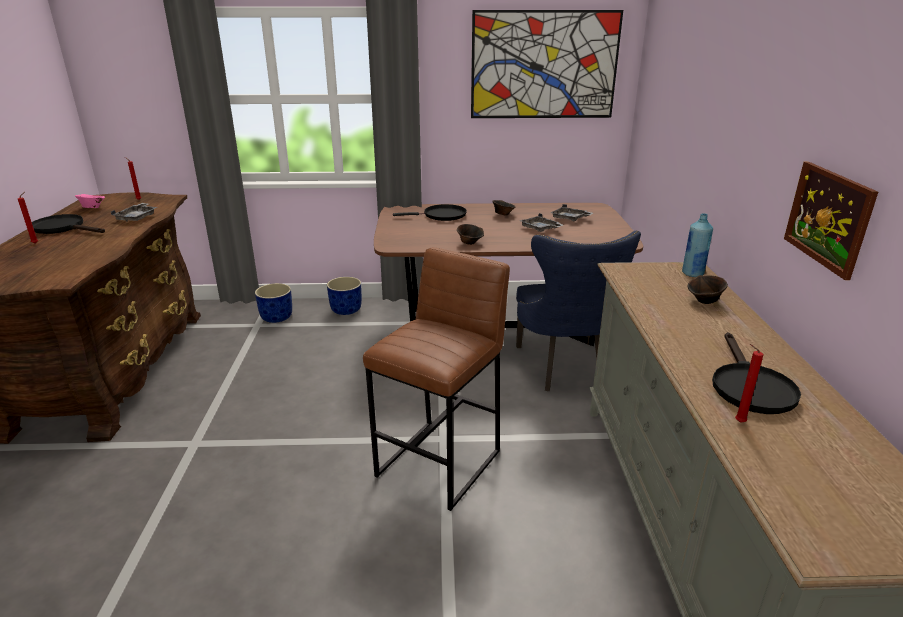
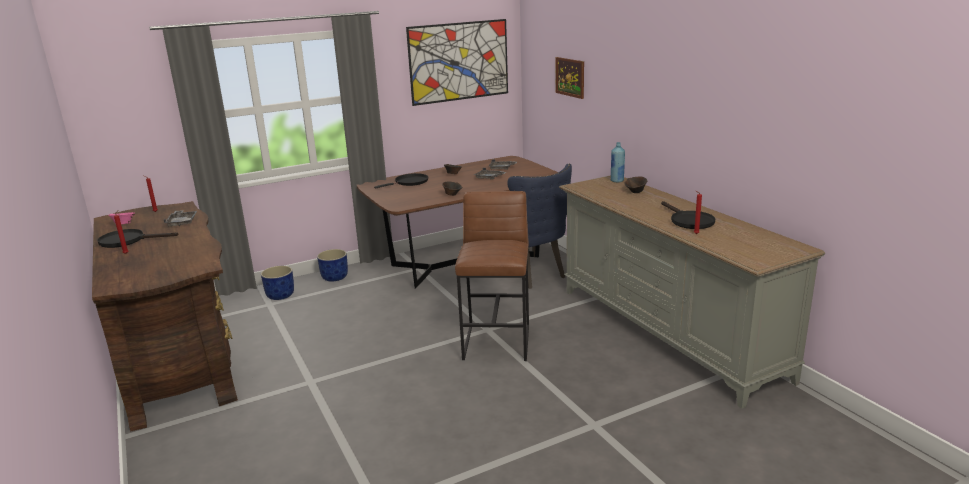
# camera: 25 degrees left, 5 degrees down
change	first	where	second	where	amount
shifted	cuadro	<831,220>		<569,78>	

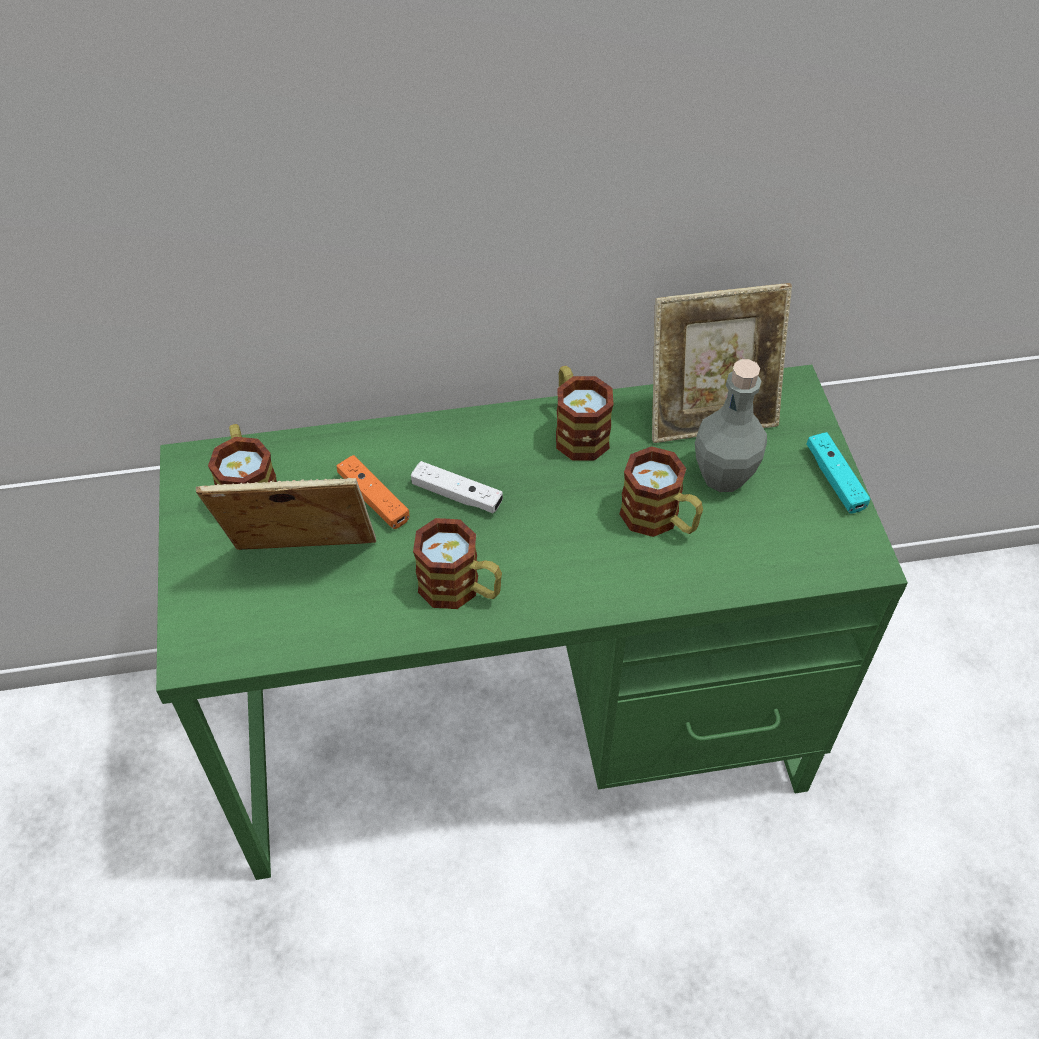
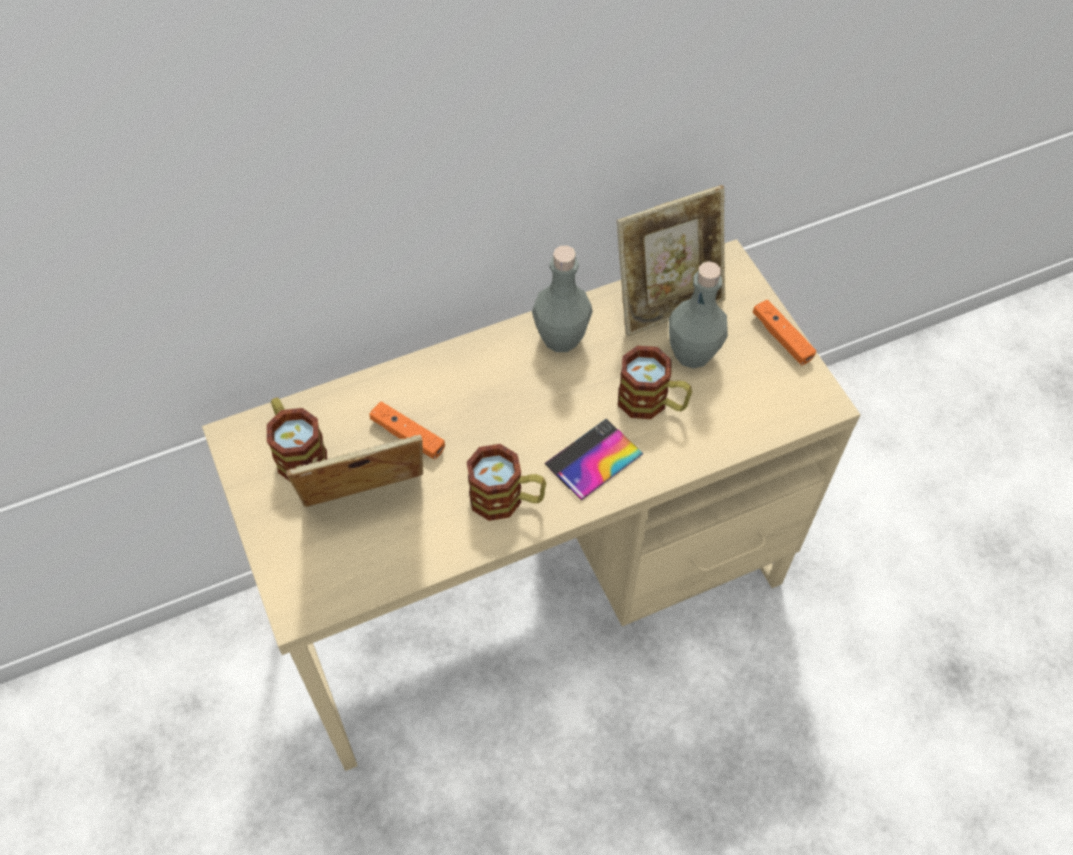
# camera: 15 degrees left, 5 degrees up
change	first	where	second	where	amount
gone	mando de consola/blanco	<457,487>			
new			móvil	<593,459>	
swapped	taza grande	<585,413>	botella/gris	<562,299>	
repainted	escritorio/verde	<532,622>	escritorio/beis	<531,505>	
repainted	mando de consola/turquesa	<838,473>	mando de consola/naranja	<784,332>	

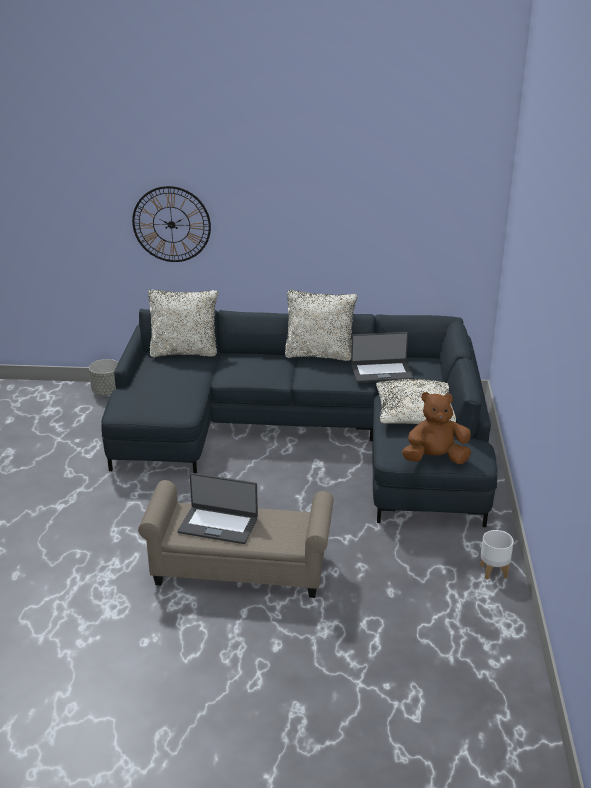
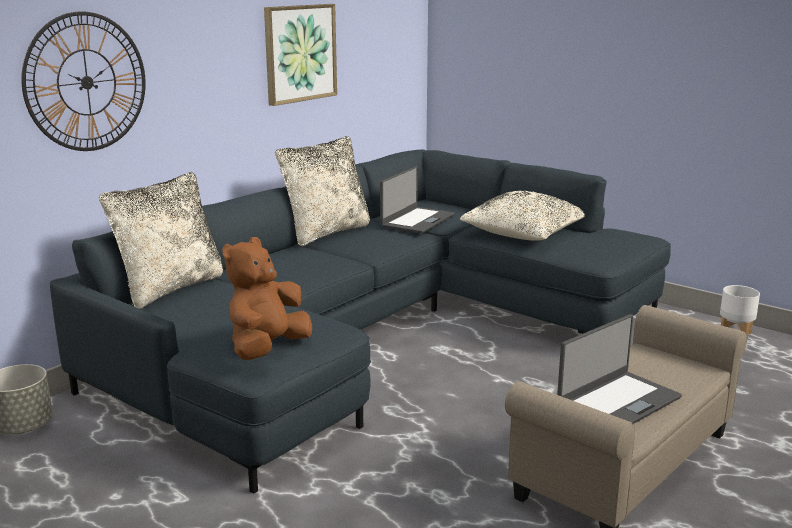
# camera: 55 degrees left, 10 degrees down
change	first	where	second	where	amount
new			cuadro	<300,55>	
shifted	peluche/marrón	<436,428>		<267,298>	

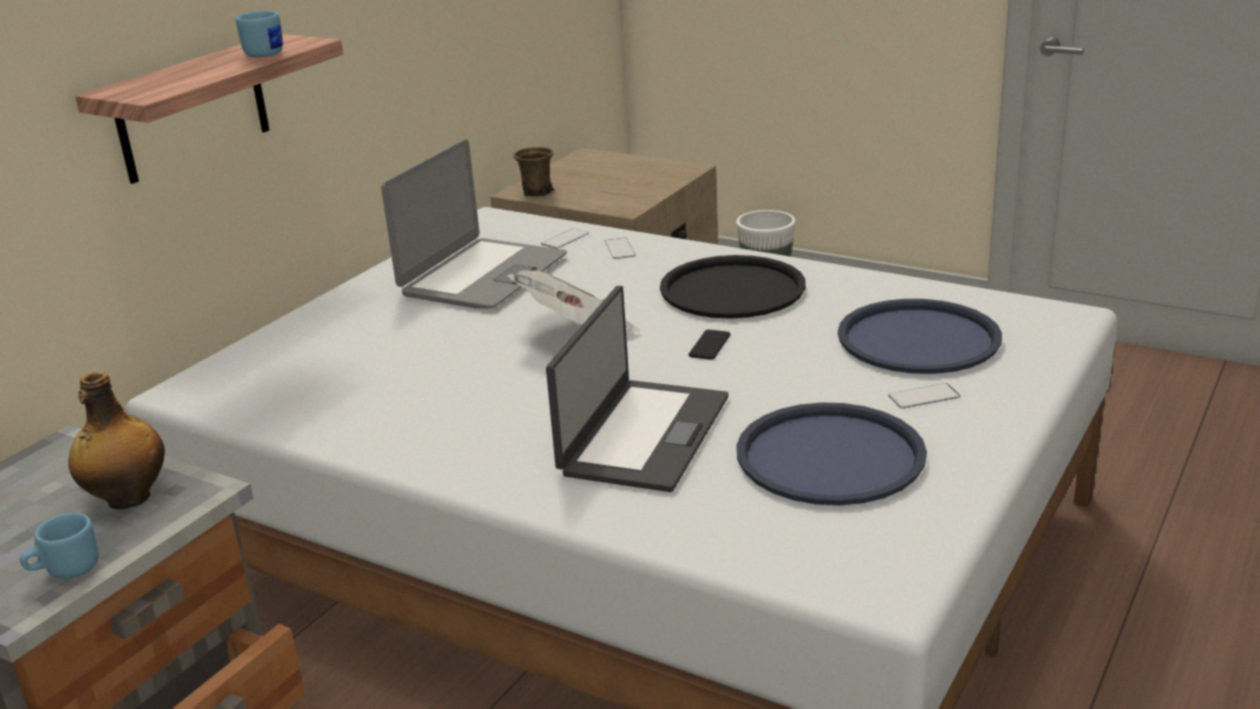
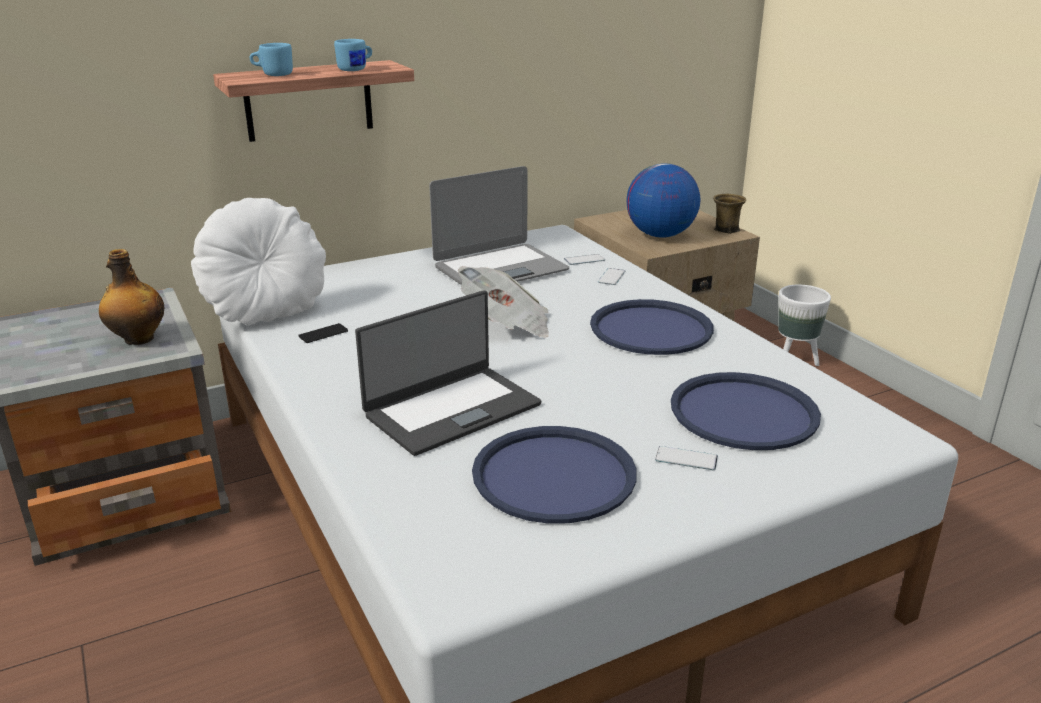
# camera: 30 degrees right, 0 degrees up
change	first	where	second	where	amount
new			cojín/blanco	<258,261>	
new			globo terráqueo	<663,200>	
shifted	taza grande/azul	<59,546>		<271,59>	
shifted	taza grande/marrón	<533,171>		<729,214>	
shifted	móvil	<709,345>		<323,333>	
repainted	bandeja/negro	<733,287>	bandeja/azul	<652,327>	

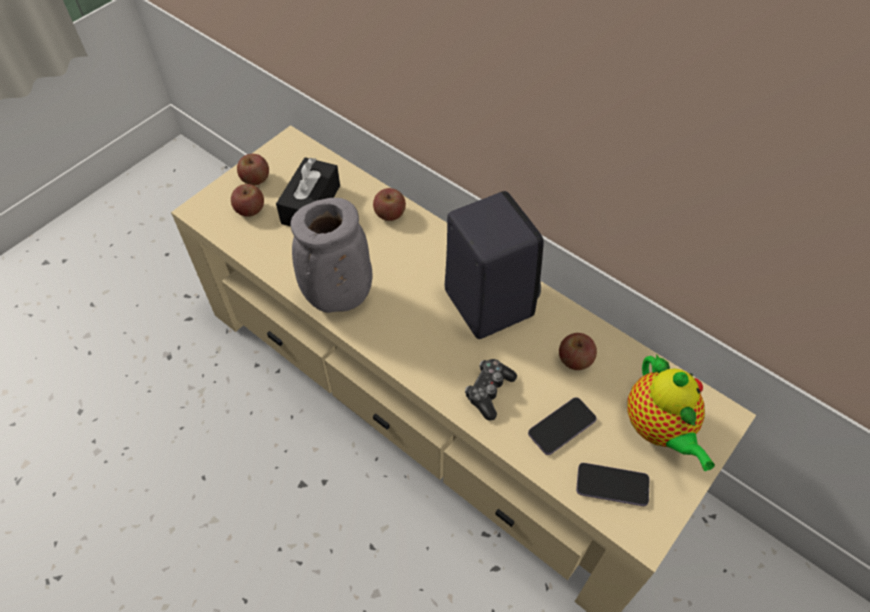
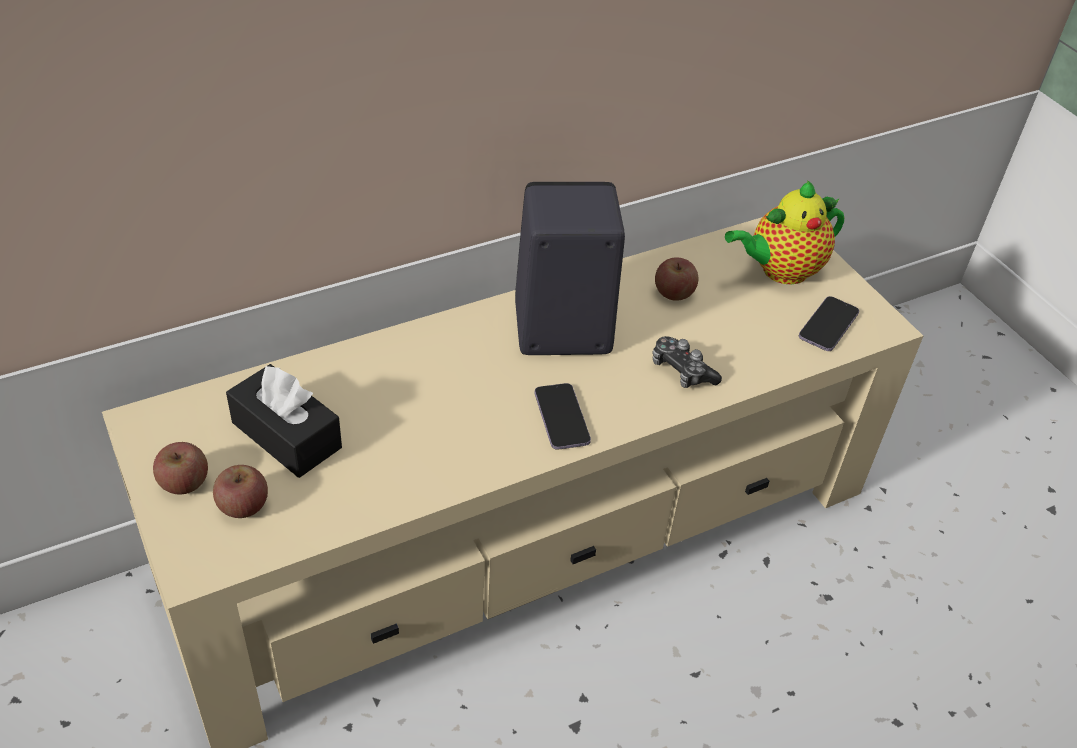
# camera: 70 degrees left, 10 degrees down
change	first	where	second	where	amount
gone	florero/gris	<331,255>			
gone	manzana	<389,204>			
shifted	móvil	<562,426>		<563,416>	
rotated	tetera	<671,412>		<784,232>	150 degrees clockwise

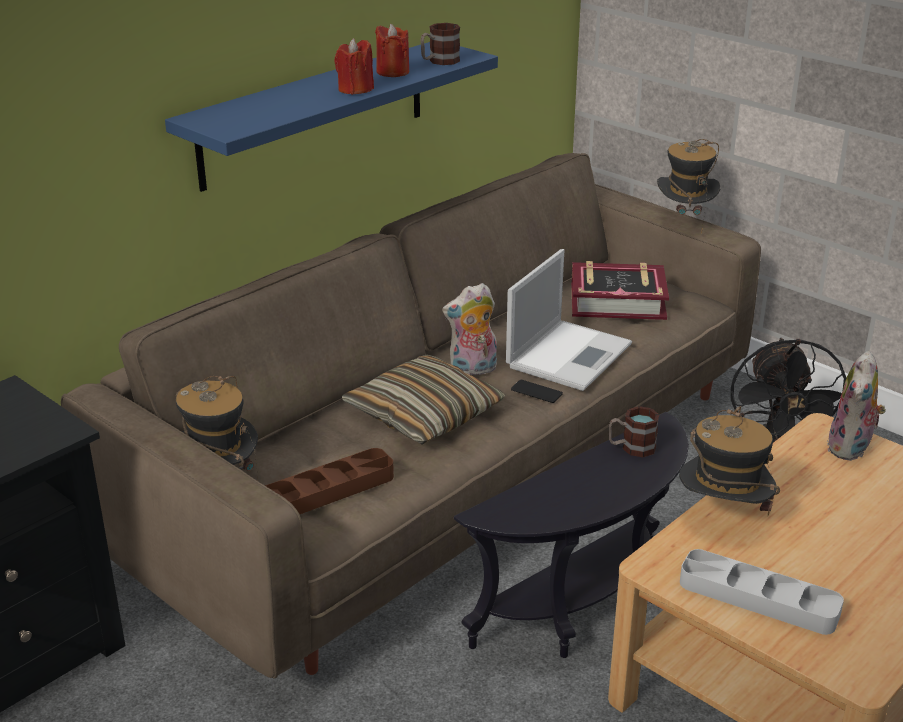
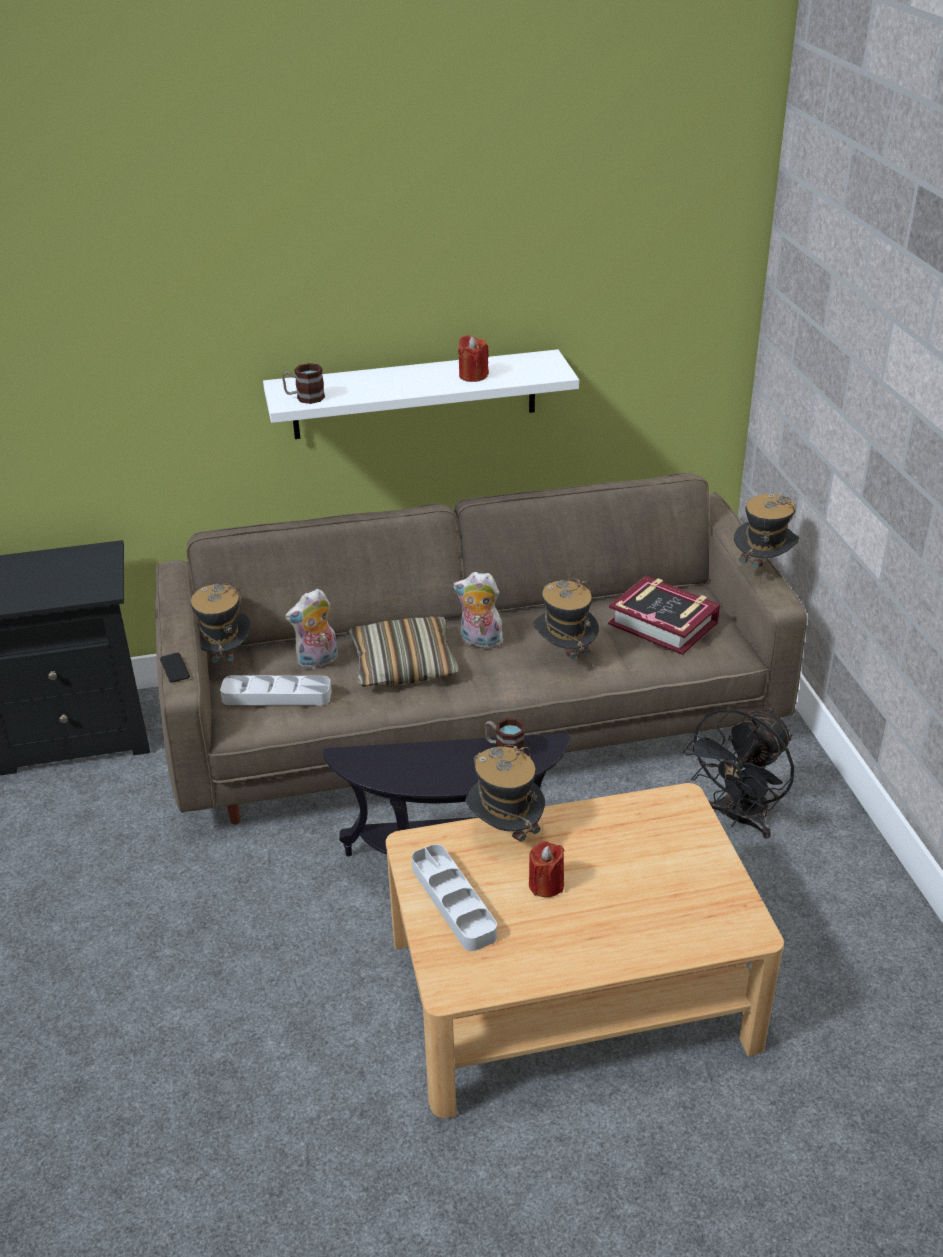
# camera: 35 degrees right, 5 degrees up
change	first	where	second	where	amount
shifted	vela/rojo	<354,66>		<546,869>	
shifted	taza grande	<440,44>		<303,383>	
shifted	móvil	<537,391>		<175,668>	
shifted	peluche	<856,406>		<311,629>	
swapped	portátil	<569,320>	sombrero	<566,624>	
repainted	estante/azul	<331,117>	estante/blanco	<421,394>	
repainted	bandeja/marrón	<329,481>	bandeja/gris	<276,690>	

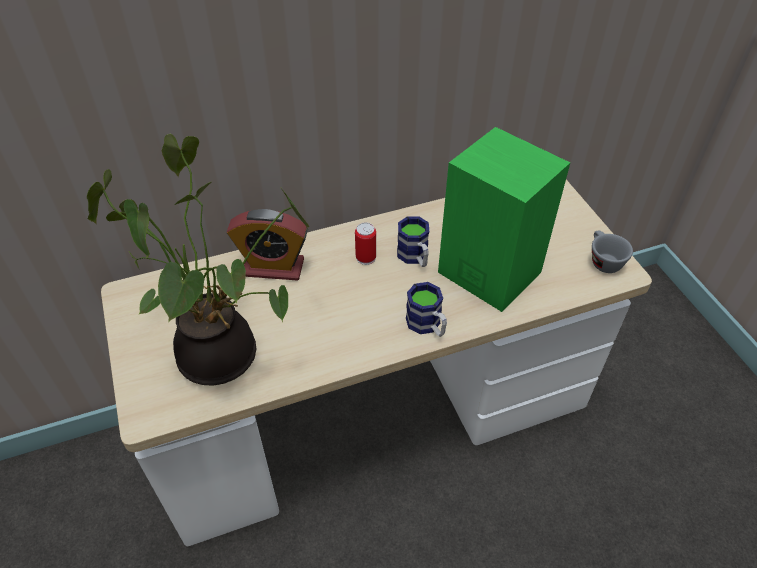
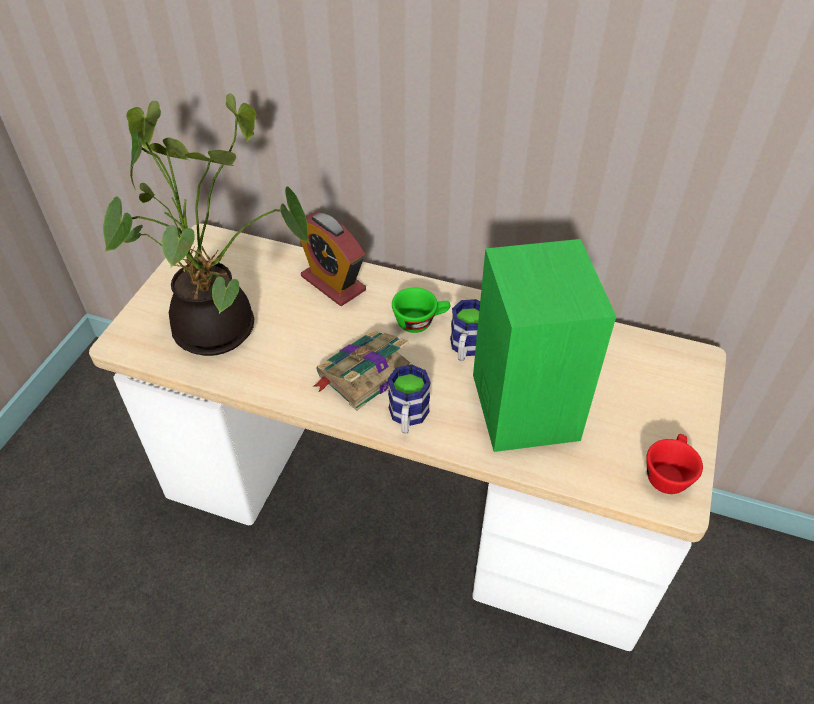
# camera: 40 degrees right, 0 degrees up
change	first	where	second	where	amount
new			libro	<361,370>	
swapped	lata	<365,243>	taza/verde	<421,310>	
repainted	taza/gris	<612,252>	taza/rojo	<674,464>	

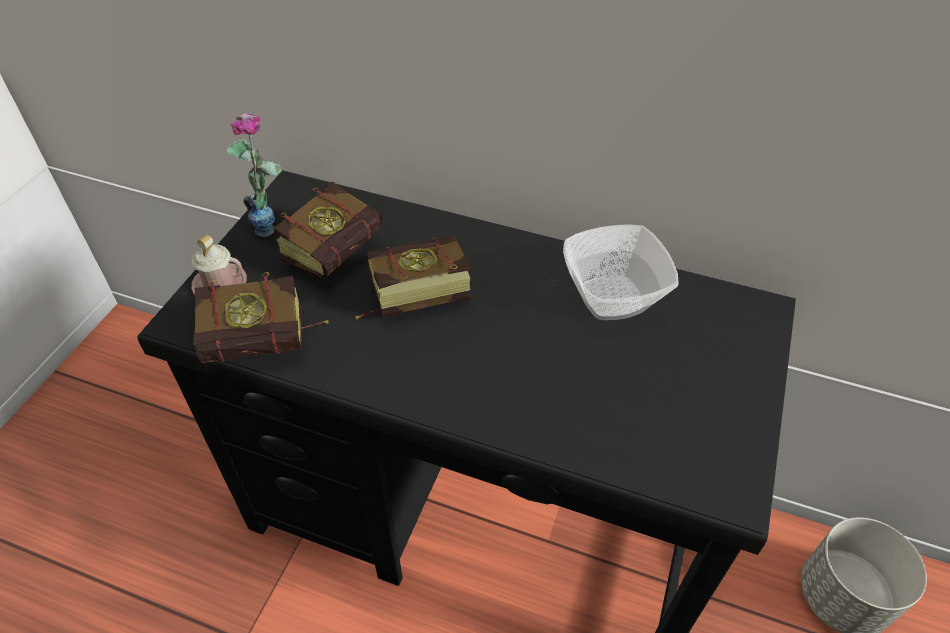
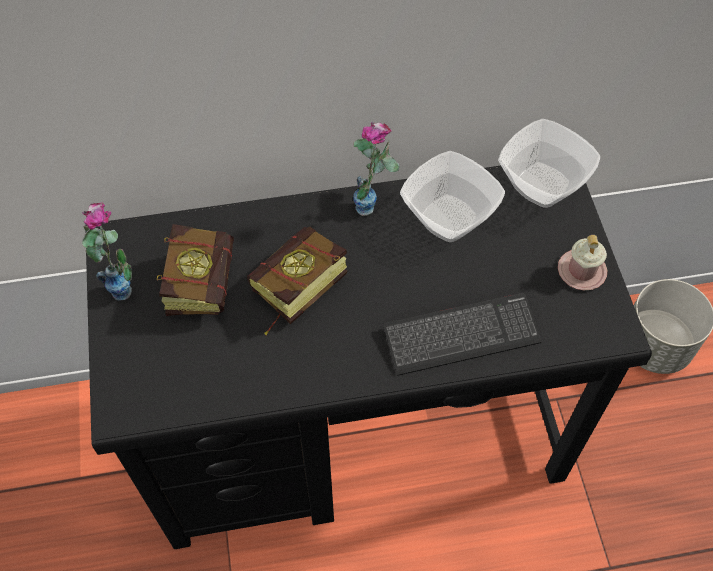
# camera: 30 degrees left, 10 degrees up
change	first	where	second	where	amount
gone	libro	<261,317>			
new			florero	<376,169>	
new			teclado	<463,334>	
new			cuenco	<549,163>	
shifted	taza grande/rosa	<219,264>		<582,262>	

